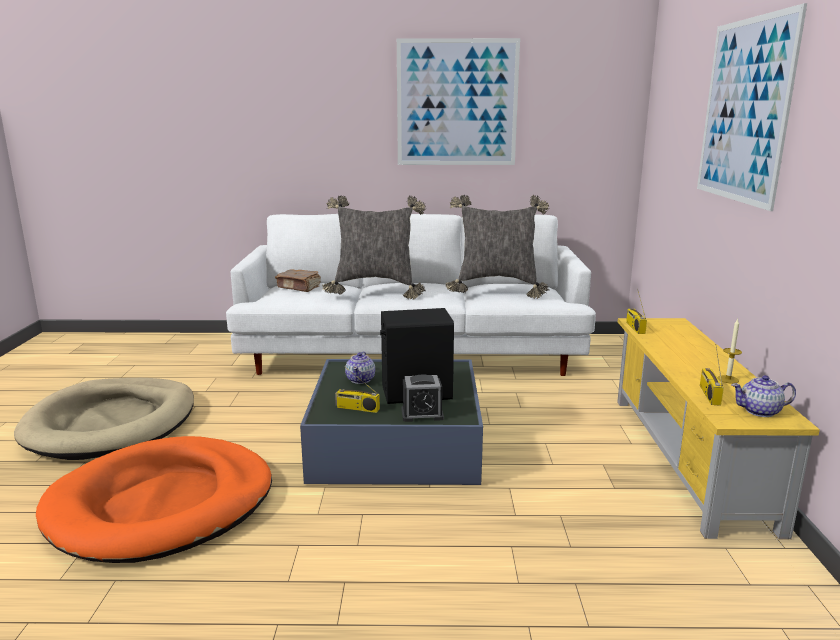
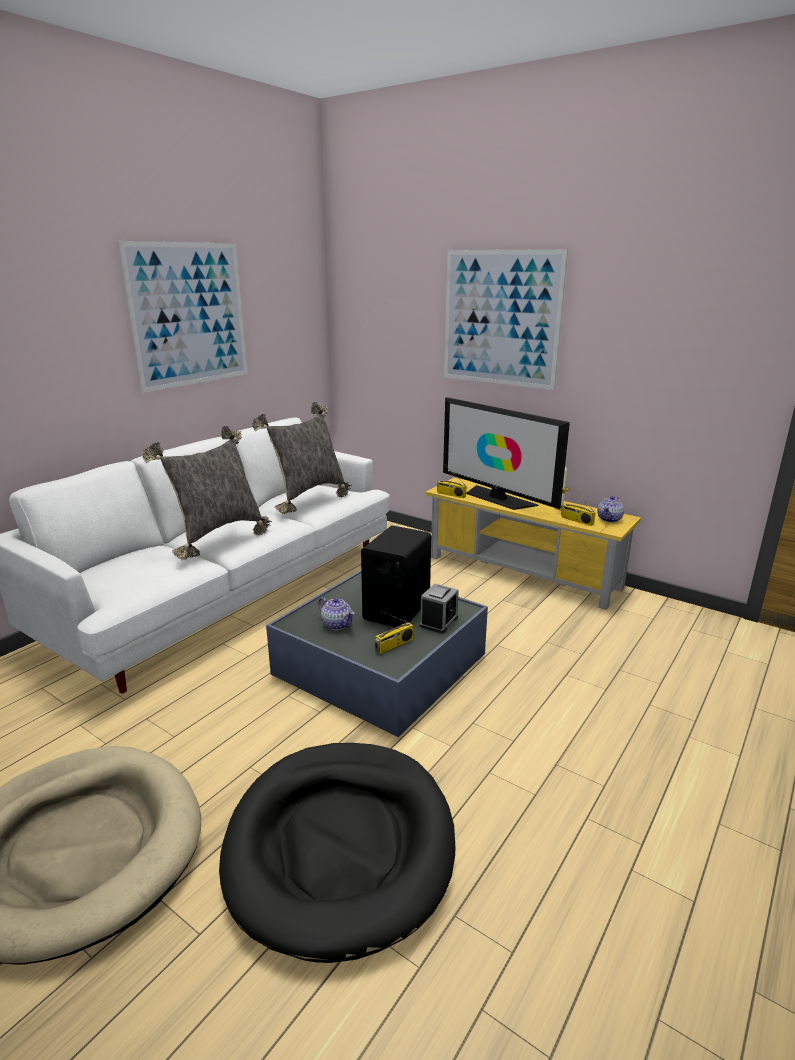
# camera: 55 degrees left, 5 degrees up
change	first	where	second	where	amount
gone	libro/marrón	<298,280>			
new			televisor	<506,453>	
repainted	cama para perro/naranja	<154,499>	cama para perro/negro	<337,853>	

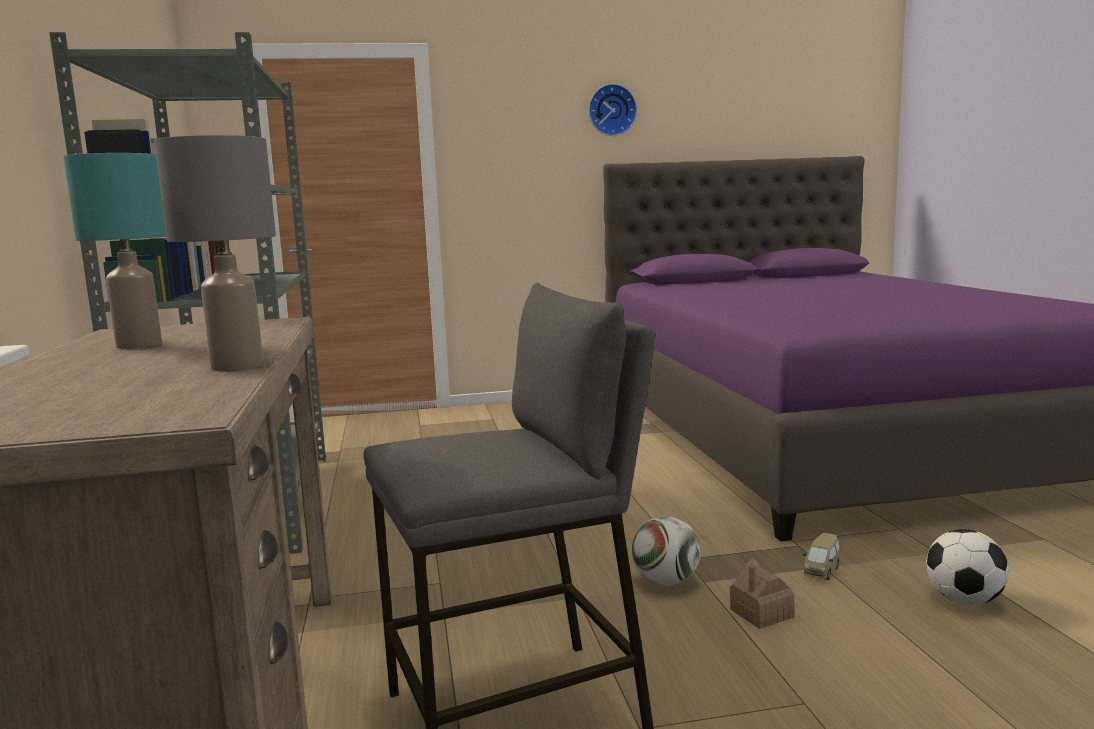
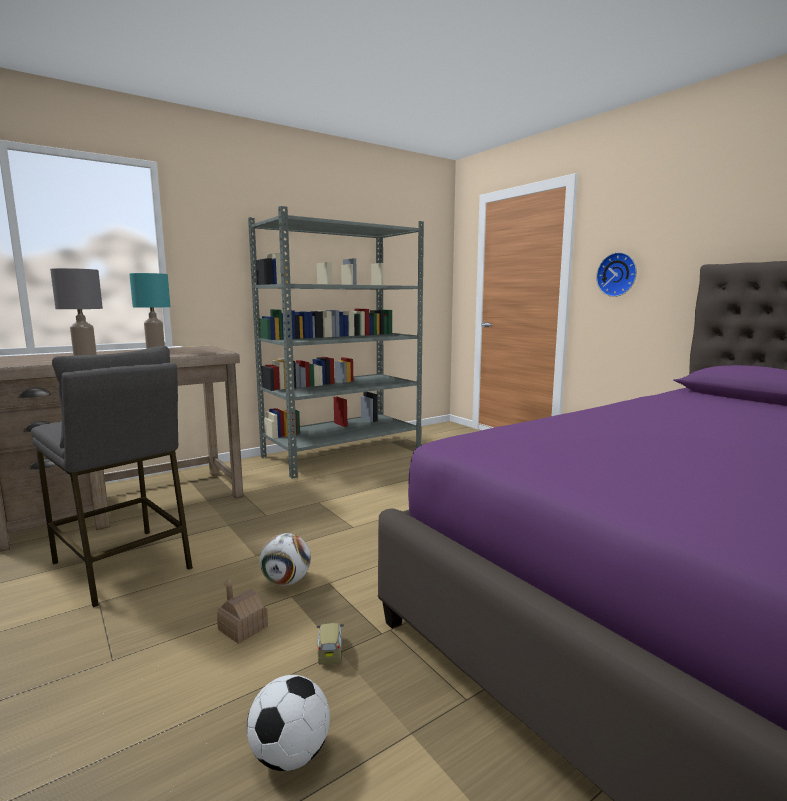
# camera: 65 degrees right, 0 degrees up
change	first	where	second	where	amount
shifted	reloj de pared	<613,110>		<616,274>	
rotated	coche de juguete	<821,556>		<330,644>	75 degrees clockwise

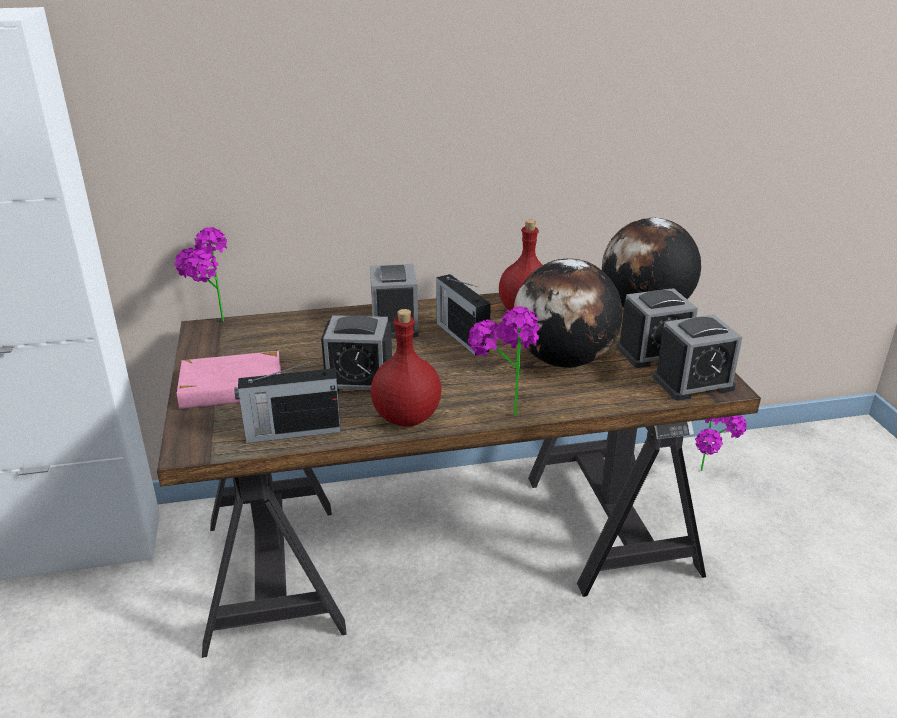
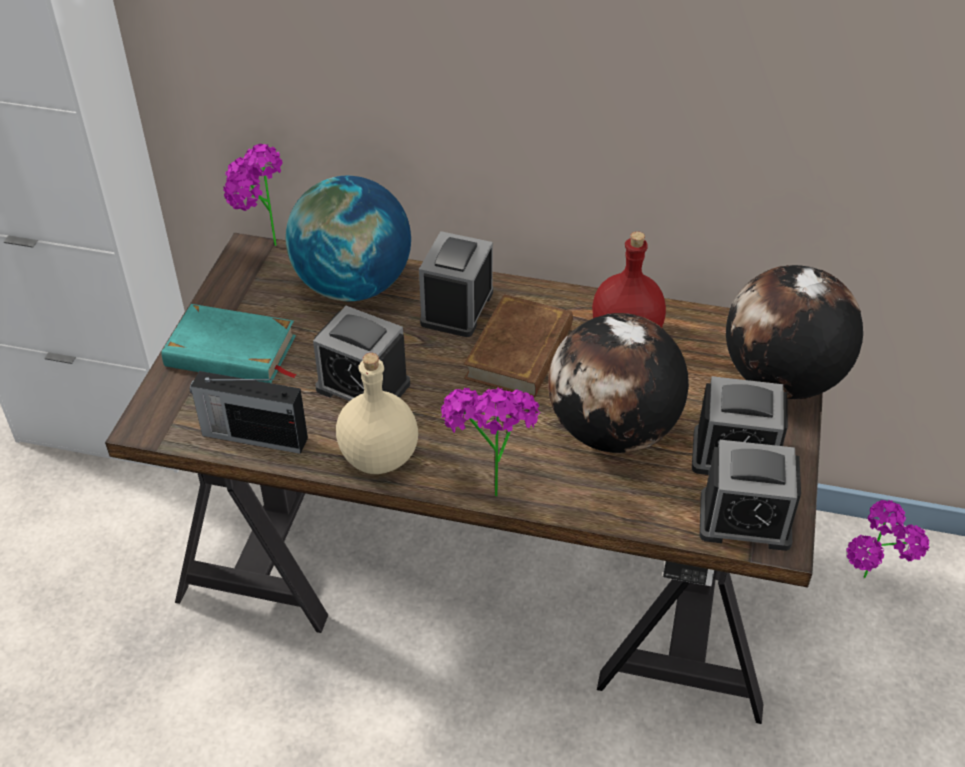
# camera: 25 degrees right, 15 degrees up
change	first	where	second	where	amount
new			globo terráqueo	<348,238>	
swapped	radio	<463,314>	libro/marrón	<518,346>	
repainted	libro/rosa	<229,380>	libro/turquesa	<229,343>	
repainted	botella/rojo	<406,368>	botella/beis	<377,413>	

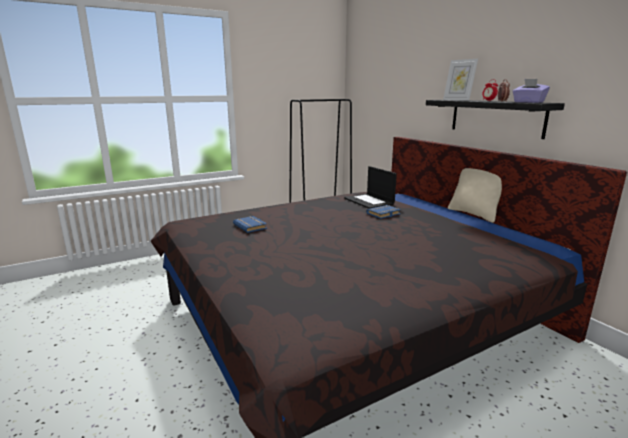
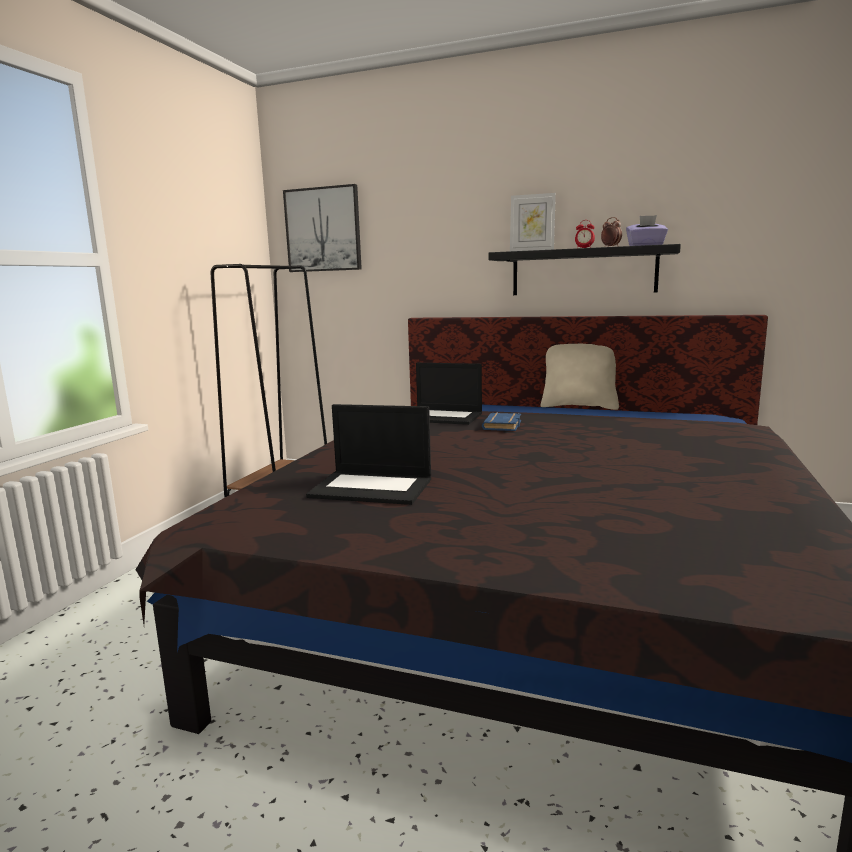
# camera: 40 degrees left, 5 degrees down
change	first	where	second	where	amount
new			cuadro	<322,228>	
swapped	libro/azul	<250,224>	portátil	<368,454>	

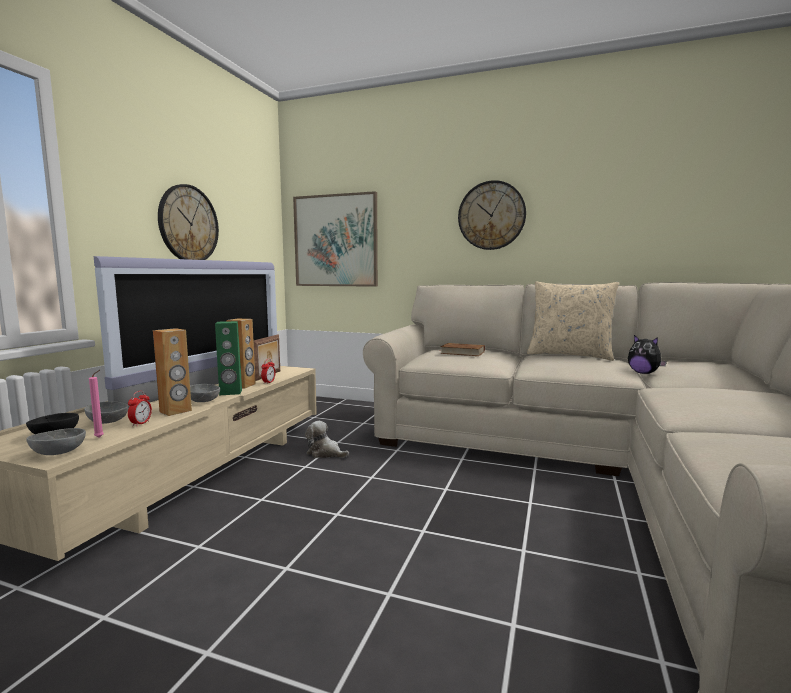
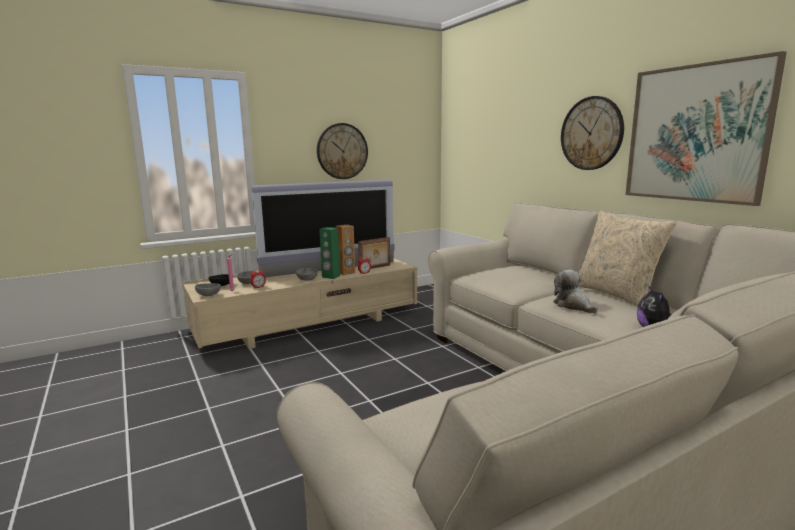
# camera: 40 degrees right, 5 degrees up
change	first	where	second	where	amount
gone	altavoz/marrón	<172,372>			
gone	libro/marrón	<462,349>			
shifted	cuadro	<335,239>		<706,128>	
shifted	peluche	<327,439>		<575,291>	

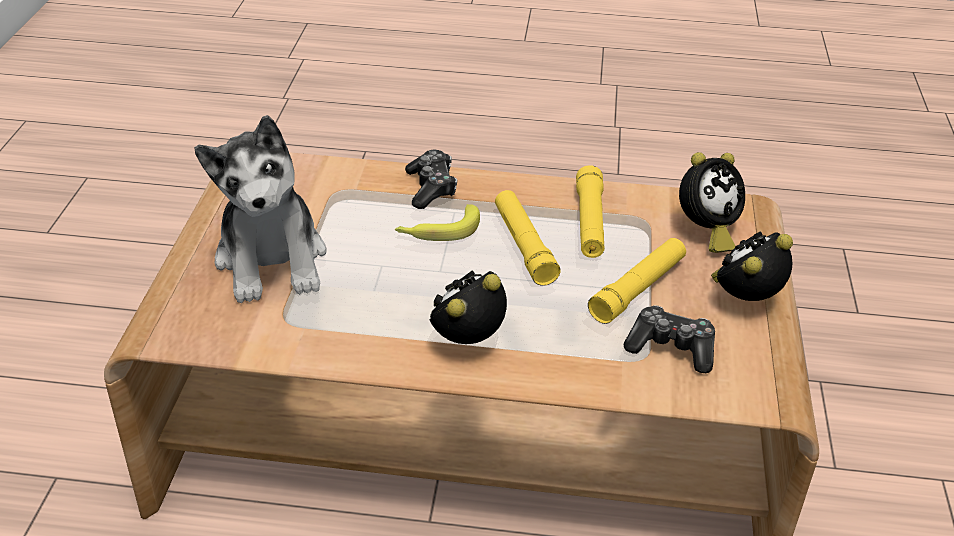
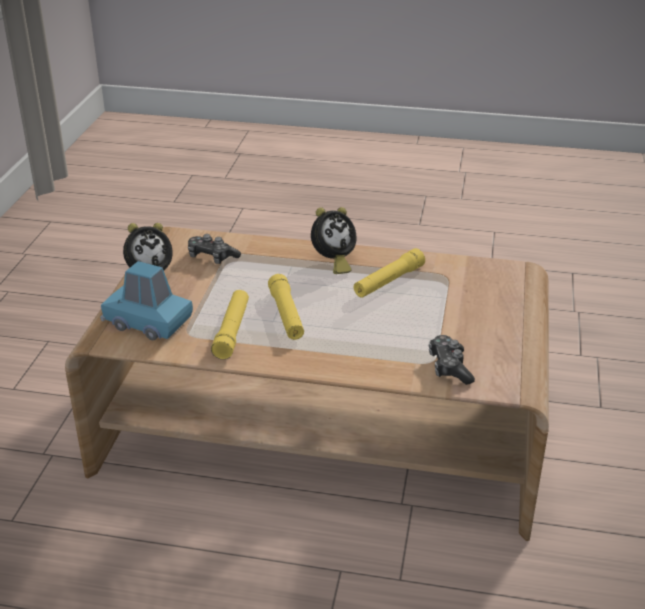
# camera: 175 degrees left, 5 degrees down
change	first	where	second	where	amount
gone	peluche	<260,209>			
gone	plátano	<437,222>			
shifted	mando de consola	<431,179>		<452,360>	
shifted	linterna/amarillo	<637,281>		<389,273>	
swapped	despertador	<712,202>	coche de juguete/azul	<146,300>	

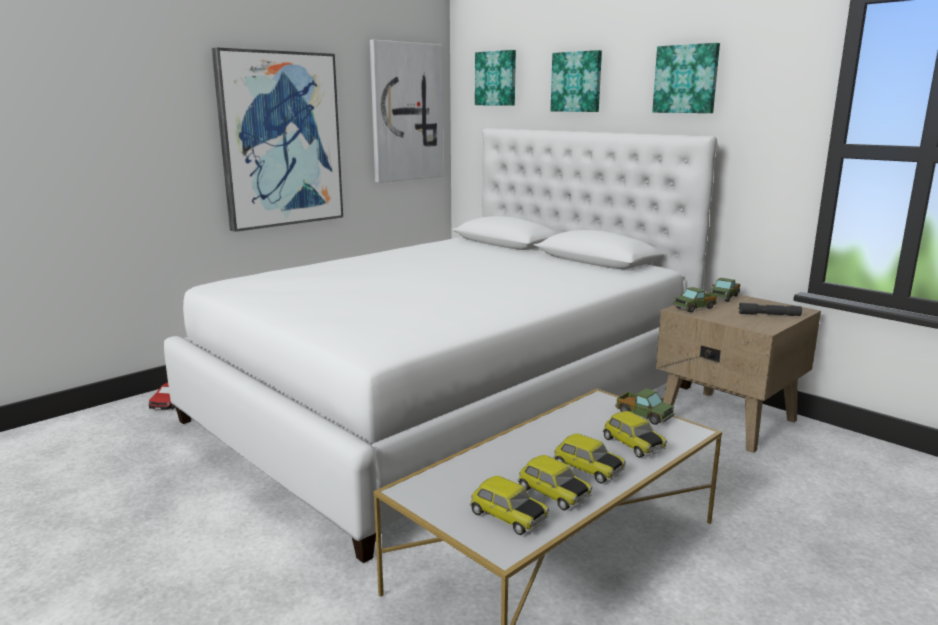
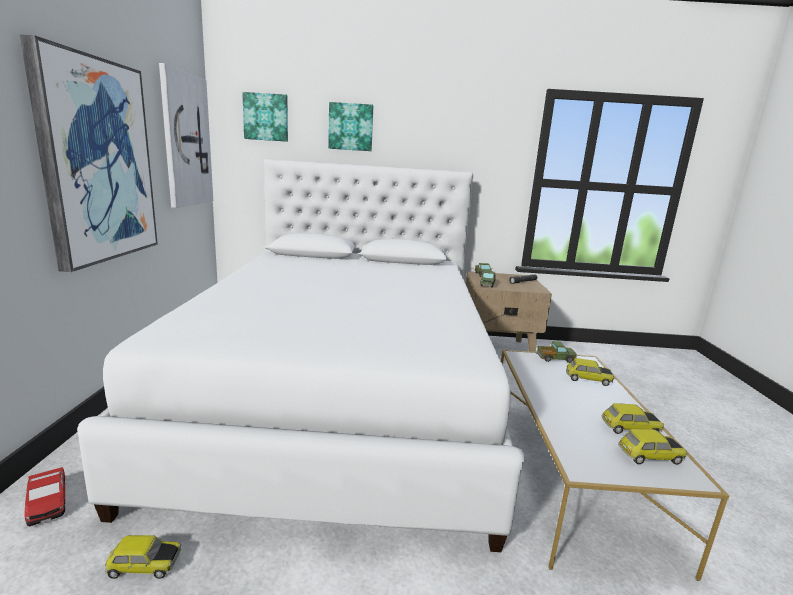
# camera: 45 degrees left, 0 degrees up
change	first	where	second	where	amount
gone	cuadro	<686,78>			
shifted	coche de juguete	<589,458>		<143,557>	

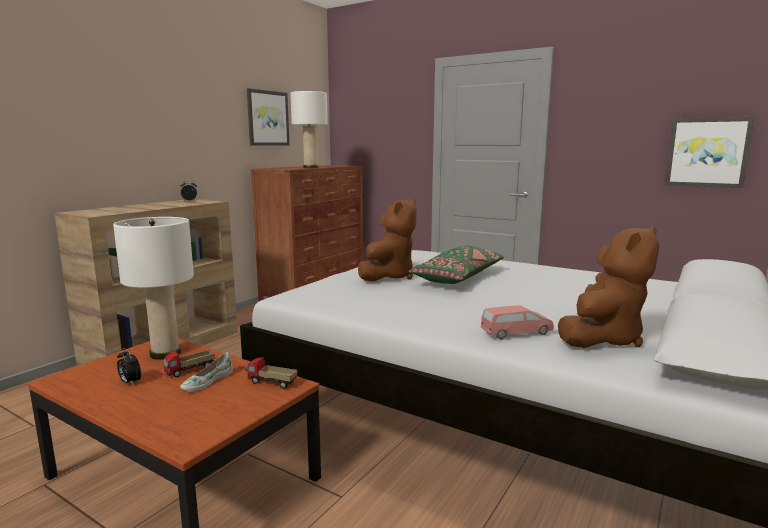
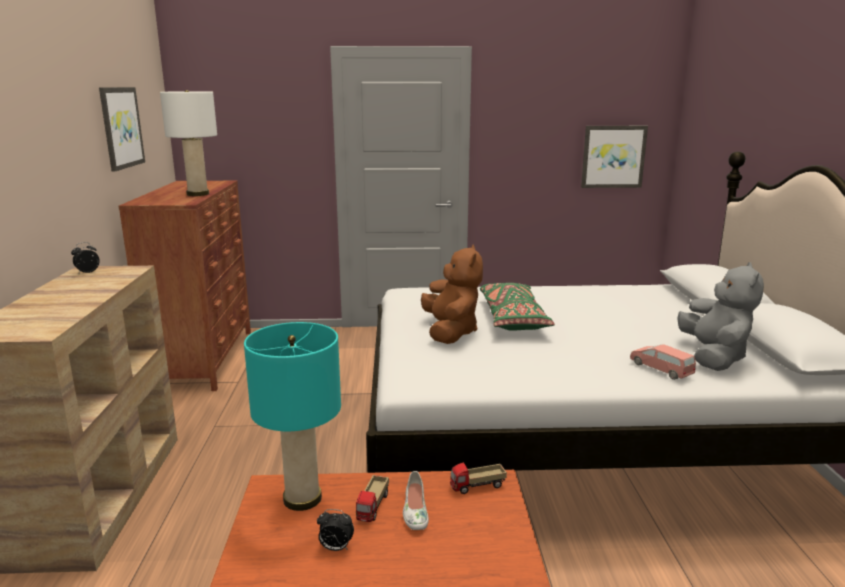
# camera: 35 degrees left, 5 degrees up
change	first	where	second	where	amount
repainted	lámpara de mesa/blanco	<153,288>	lámpara de mesa/turquesa	<292,416>	
repainted	peluche/marrón	<609,287>	peluche/gris	<720,316>	
rotated	coche de juguete/rosa	<517,322>		<663,362>	75 degrees counterclockwise

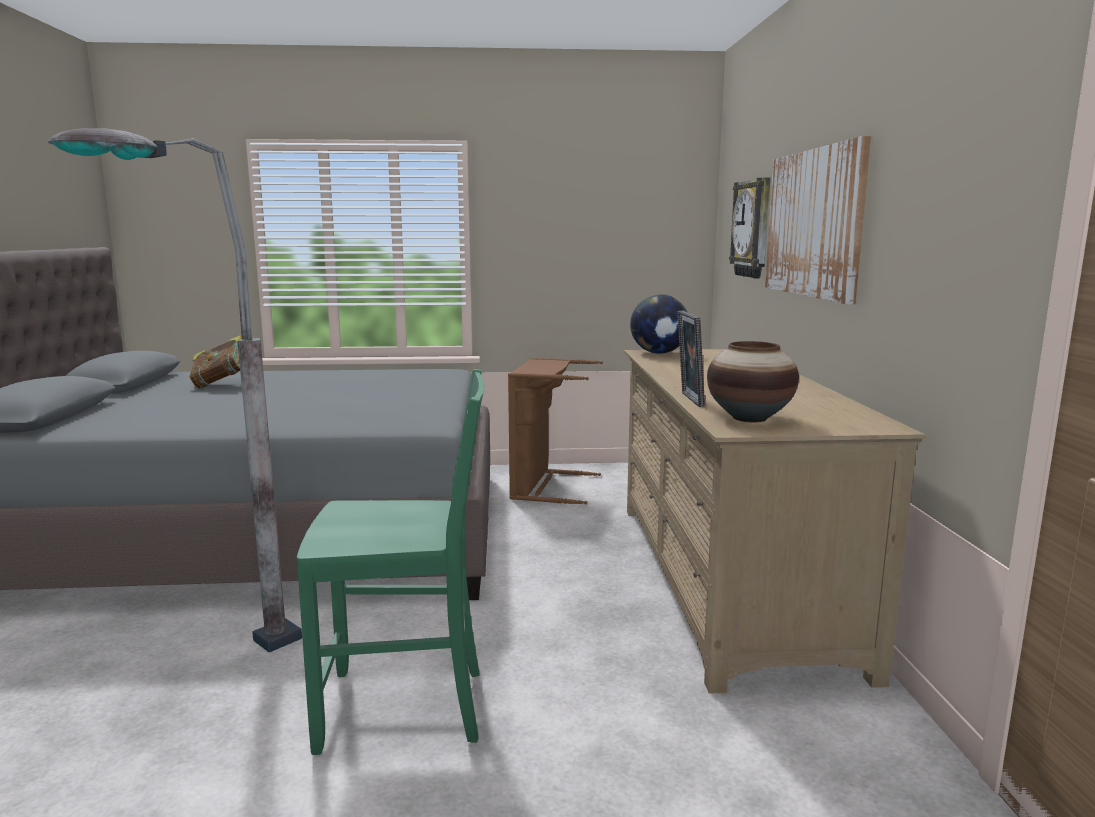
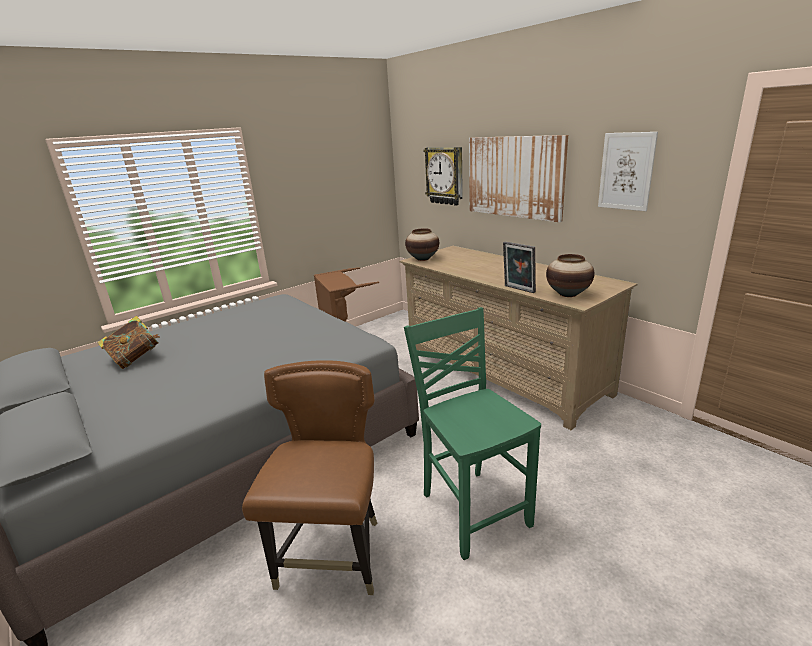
# camera: 35 degrees left, 10 degrees up
change	first	where	second	where	amount
new			cuadro	<628,171>	
swapped	lámpara de pie/gris	<174,390>	silla/marrón	<309,477>	
swapped	globo terráqueo	<658,324>	florero	<422,244>	
rotated	silla/verde	<391,562>		<472,433>	75 degrees counterclockwise

